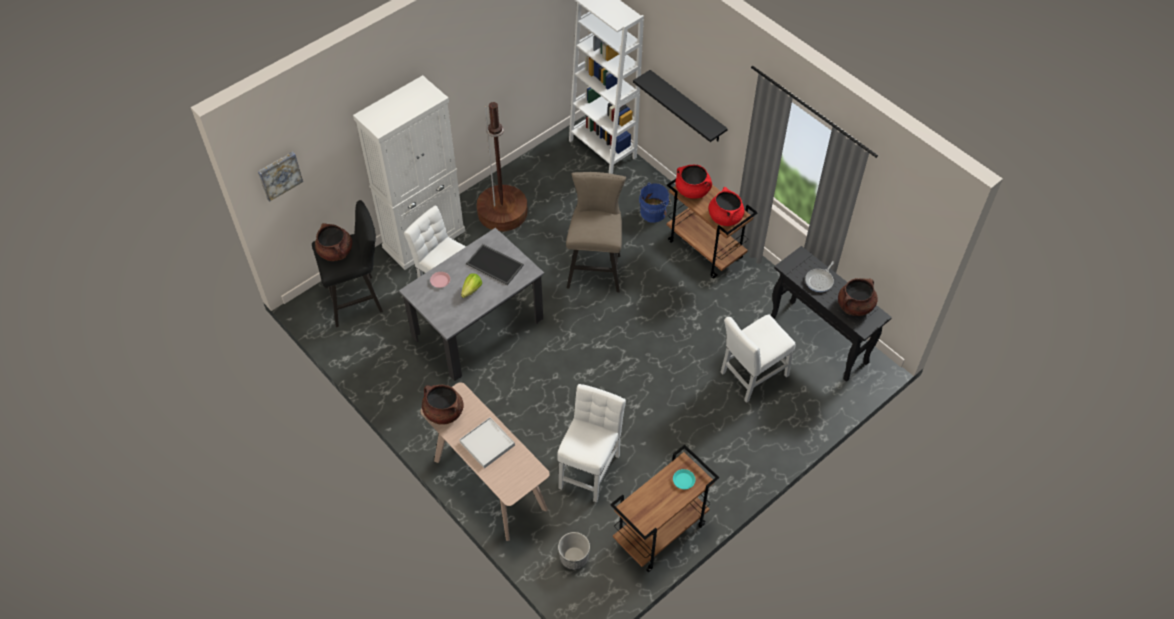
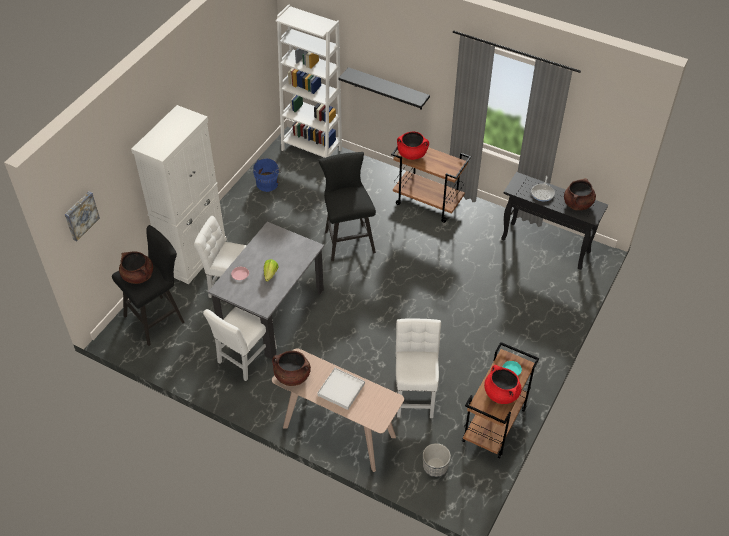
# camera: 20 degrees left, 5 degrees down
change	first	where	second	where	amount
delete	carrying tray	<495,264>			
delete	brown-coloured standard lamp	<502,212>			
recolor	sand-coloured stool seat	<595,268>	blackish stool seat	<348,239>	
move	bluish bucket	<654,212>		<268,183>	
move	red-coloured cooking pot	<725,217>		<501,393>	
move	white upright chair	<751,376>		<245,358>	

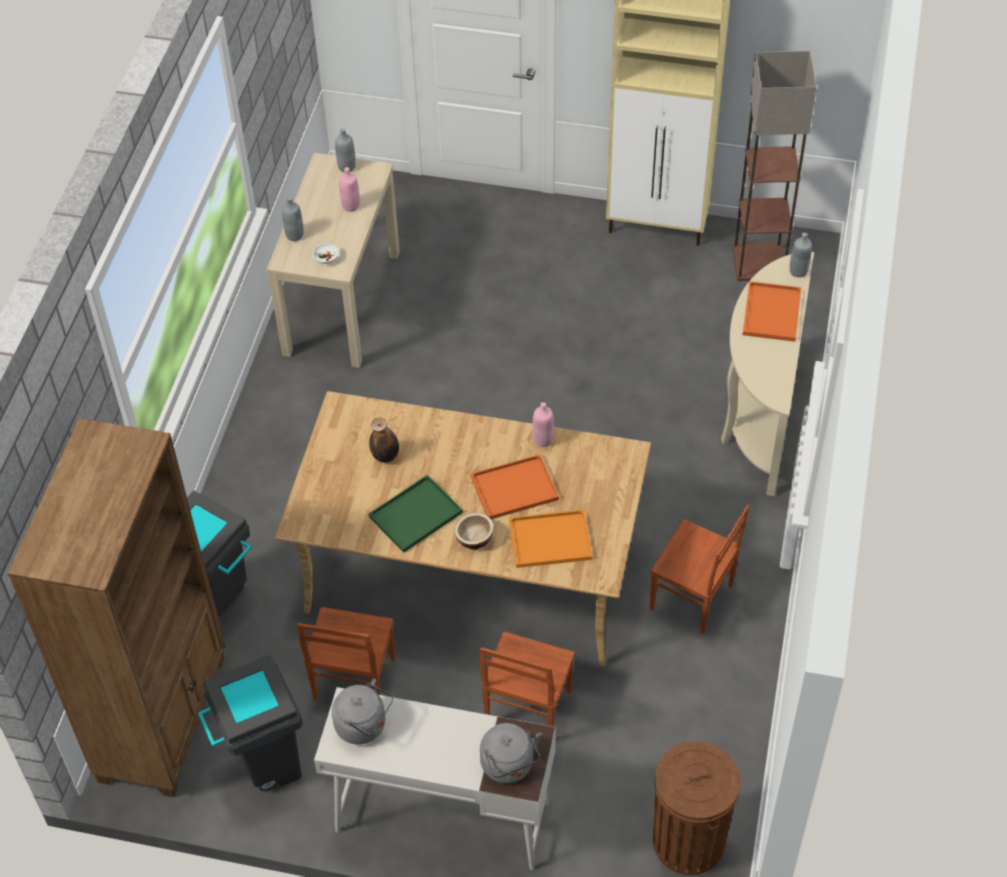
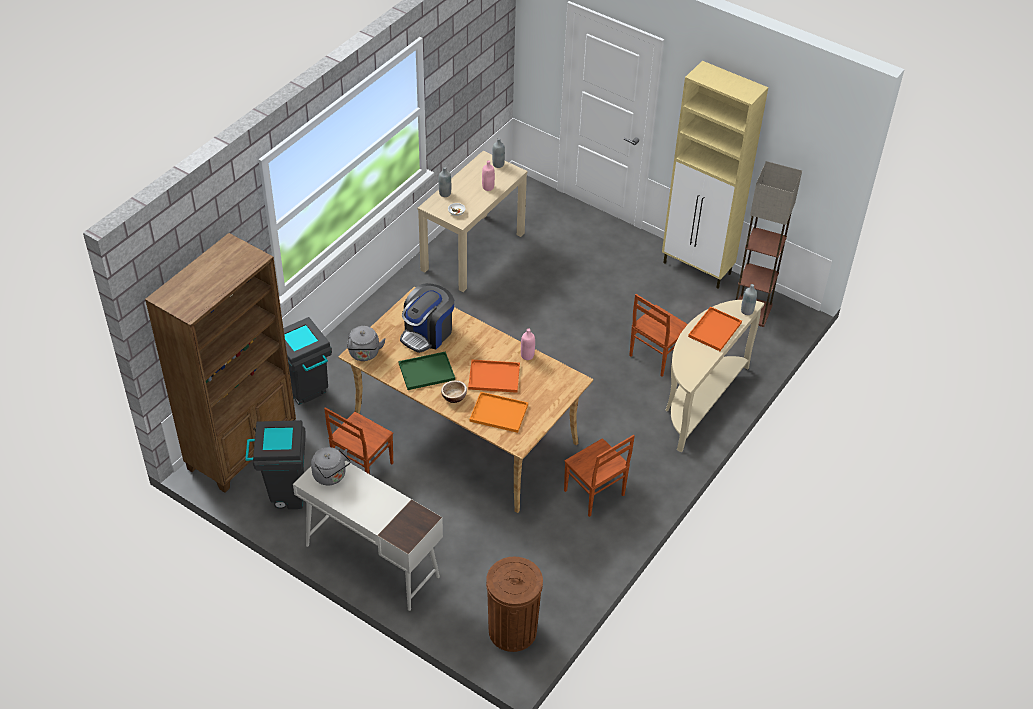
# camera: 20 degrees right, 5 degrees down
change	first	where	second	where	amount
replace	drink bottle	<385,456>	coffee machine	<427,333>	
move	brown-coloured upright chair	<526,707>		<655,356>	
move	grey tea kettle	<509,767>		<364,354>	

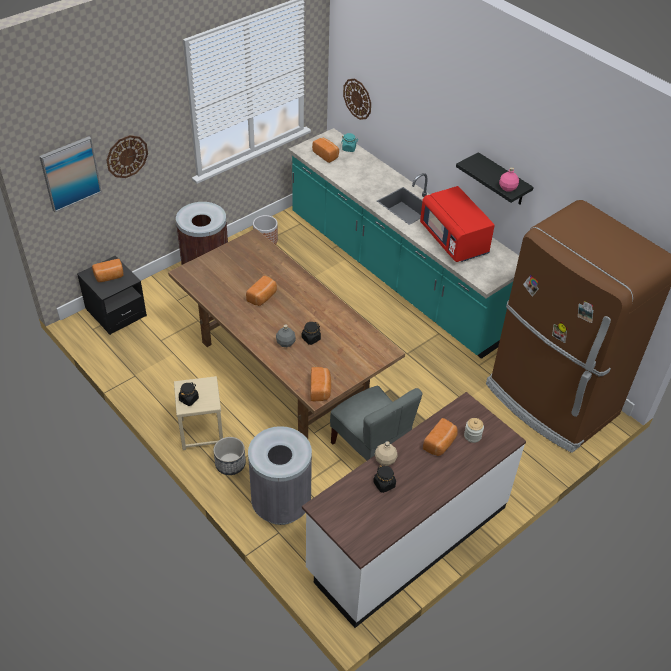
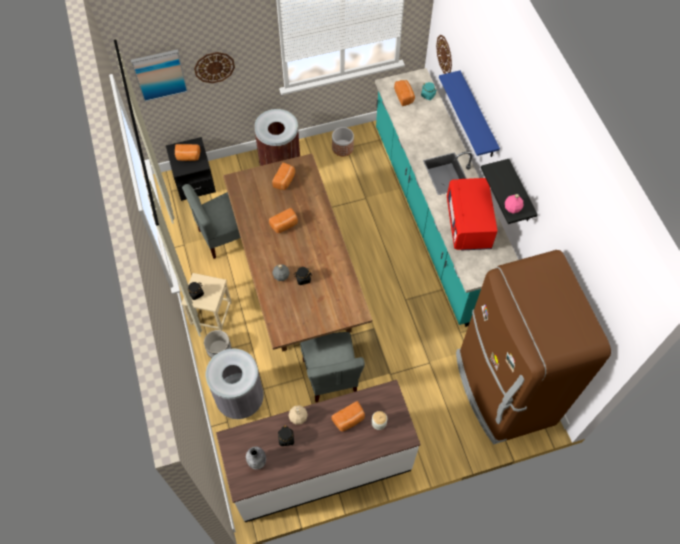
# camera: 25 degrees right, 15 degrees up
change	first	where	second	where	amount
move	baked bread	<320,389>		<285,181>	
insert			grey upright chair	<225,236>	
insert			grey drink bottle	<257,461>	
insert			bluish bracket shelf	<477,116>	

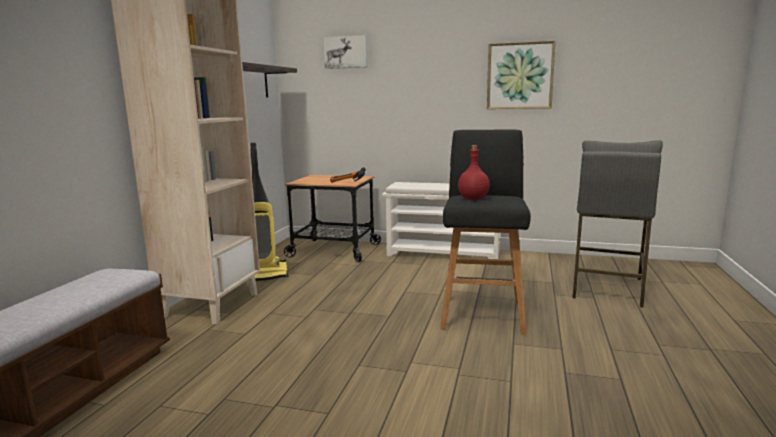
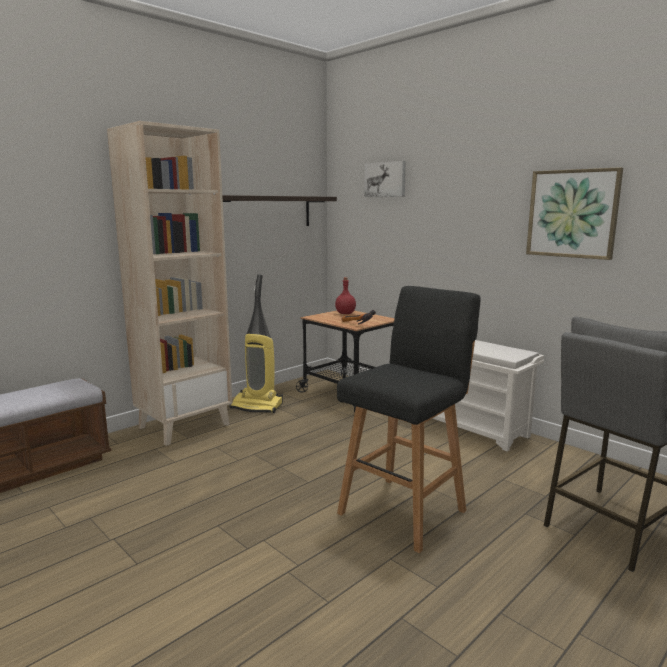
# camera: 30 degrees right, 0 degrees up
change	first	where	second	where	amount
move	red-coloured drink bottle	<472,199>		<345,313>	

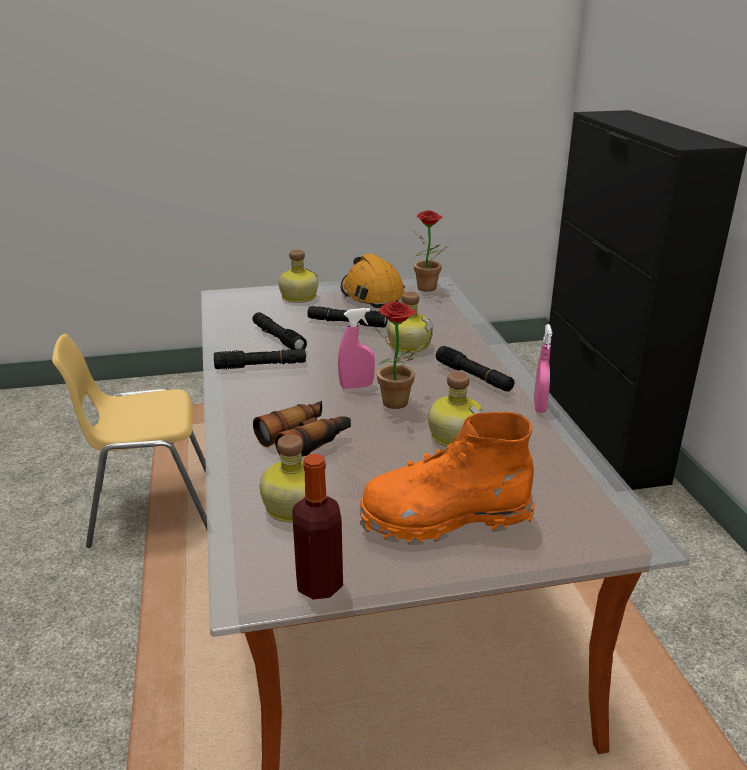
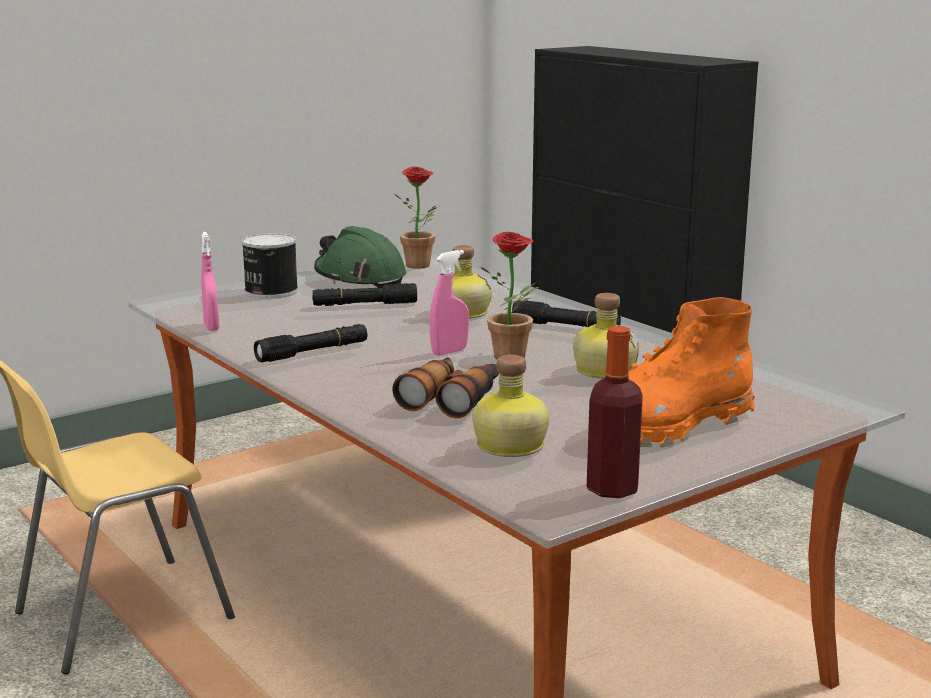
# camera: 25 degrees left, 10 degrees down
change	first	where	second	where	amount
delete	blackish torch	<278,338>			
replace	drink bottle	<297,297>	can	<270,291>	
recolor	orange-coloured hard hat	<372,294>	greenish hard hat	<359,278>	
move	pinkish sprayer	<539,406>		<211,327>	

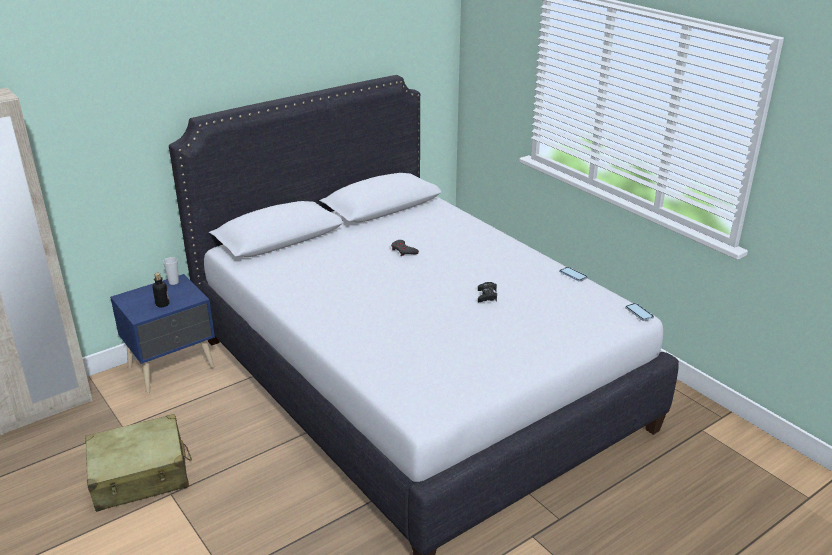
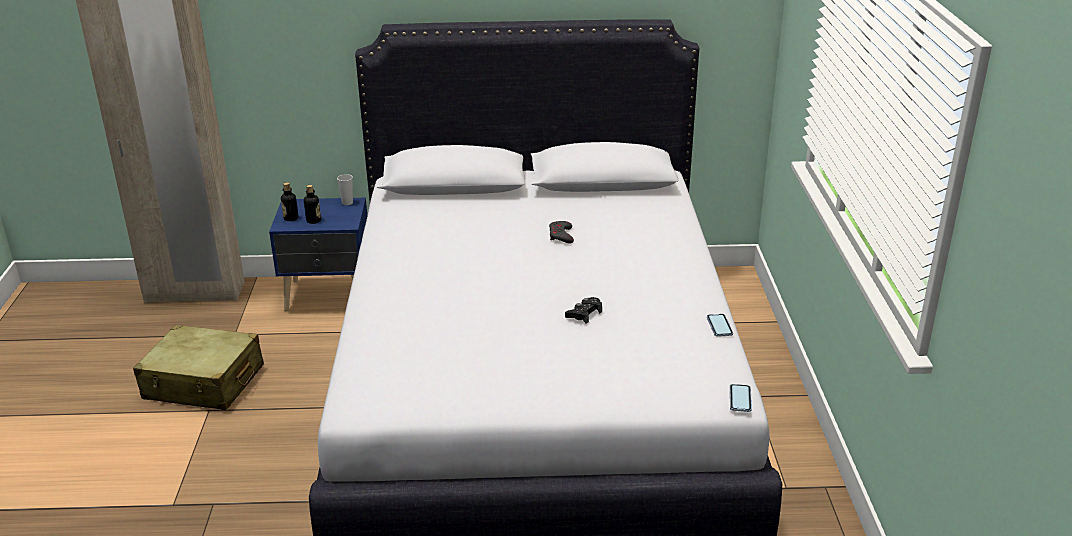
# camera: 35 degrees right, 0 degrees up
change	first	where	second	where	amount
insert			drink bottle	<291,218>	

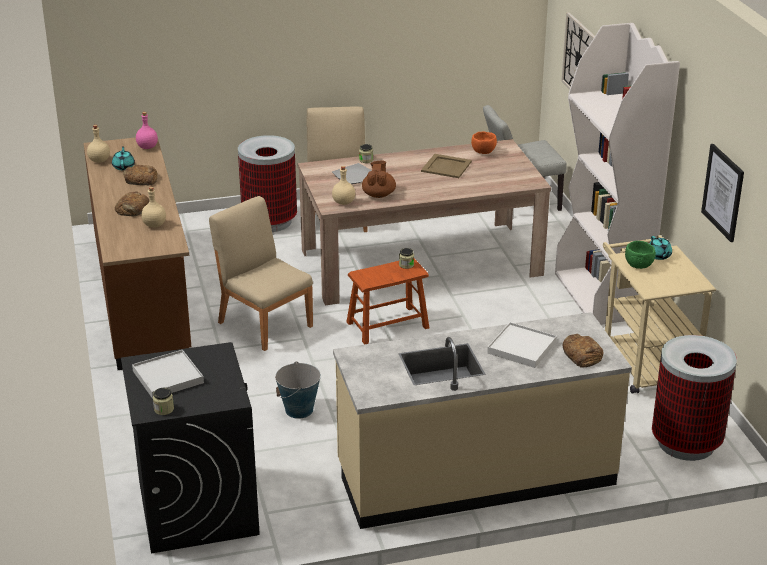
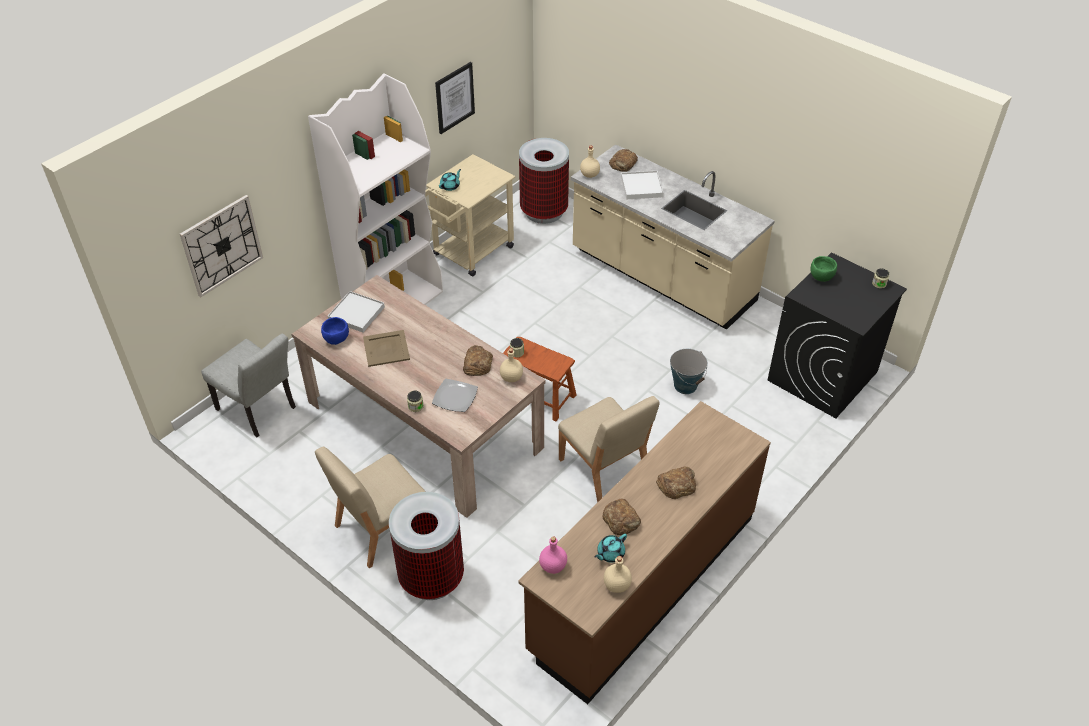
# camera: 125 degrees left, 15 degrees up
change	first	where	second	where	amount
move	white carrying tray	<167,377>		<356,314>	
move	sand-coloured drink bottle	<155,225>		<589,174>	
rotate	sand-coloured upright chair	<265,323>		<604,469>	45 degrees counterclockwise
replace	brown-coloured tea pot	<378,194>	baked bread	<477,364>	
recolor	orange-coloured bowl	<483,152>	bluish bowl	<337,339>	
move	greenish bowl	<638,265>		<821,277>	

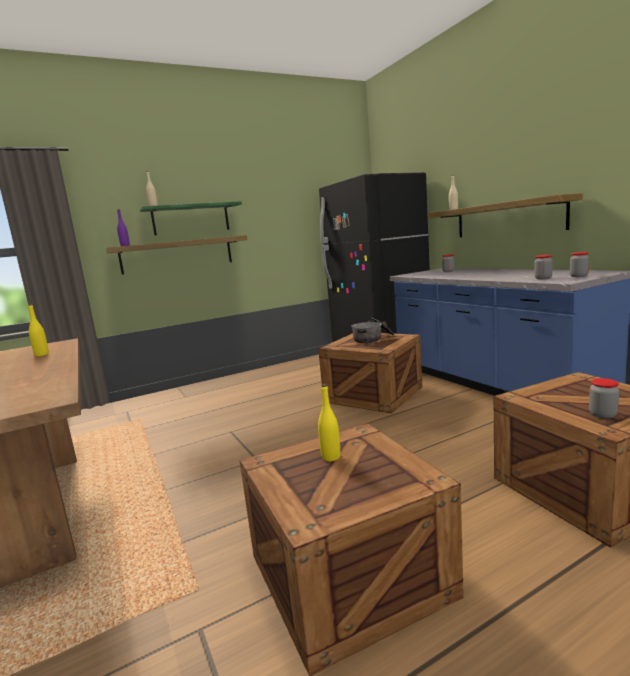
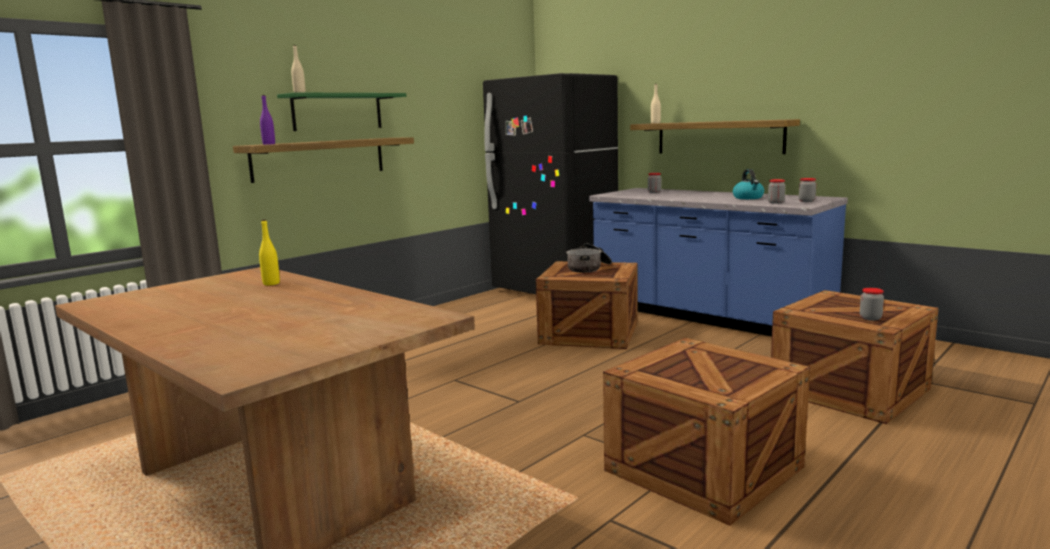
# camera: 20 degrees left, 0 degrees up
change	first	where	second	where	amount
delete	yellow-coloured drink bottle	<331,457>			
insert			tea kettle	<748,198>	

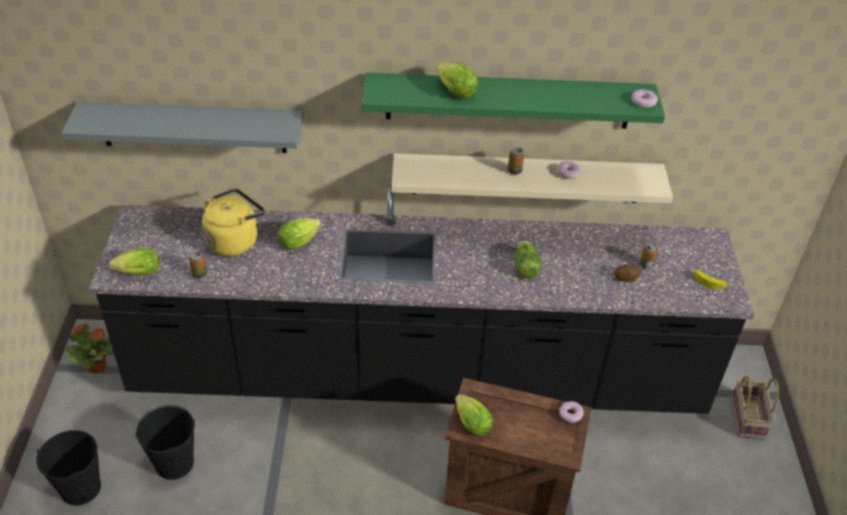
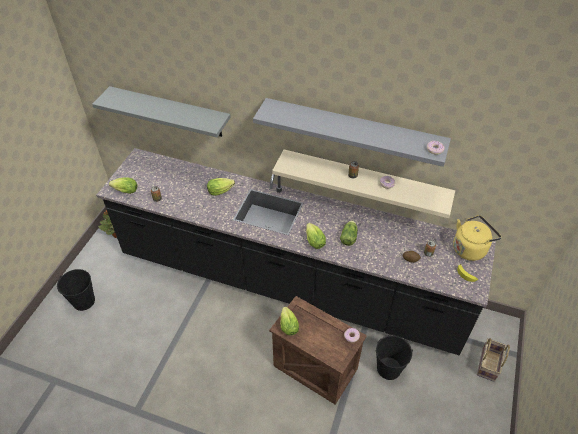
# camera: 20 degrees right, 5 degrees up
change	first	where	second	where	amount
move	blackish bucket	<174,463>		<389,369>	
move	yellow-coloured tea kettle	<234,240>		<470,248>	
recolor	greenish bracket shelf	<508,100>	grey bracket shelf	<353,131>	
move	lettuce head	<454,91>		<314,240>	

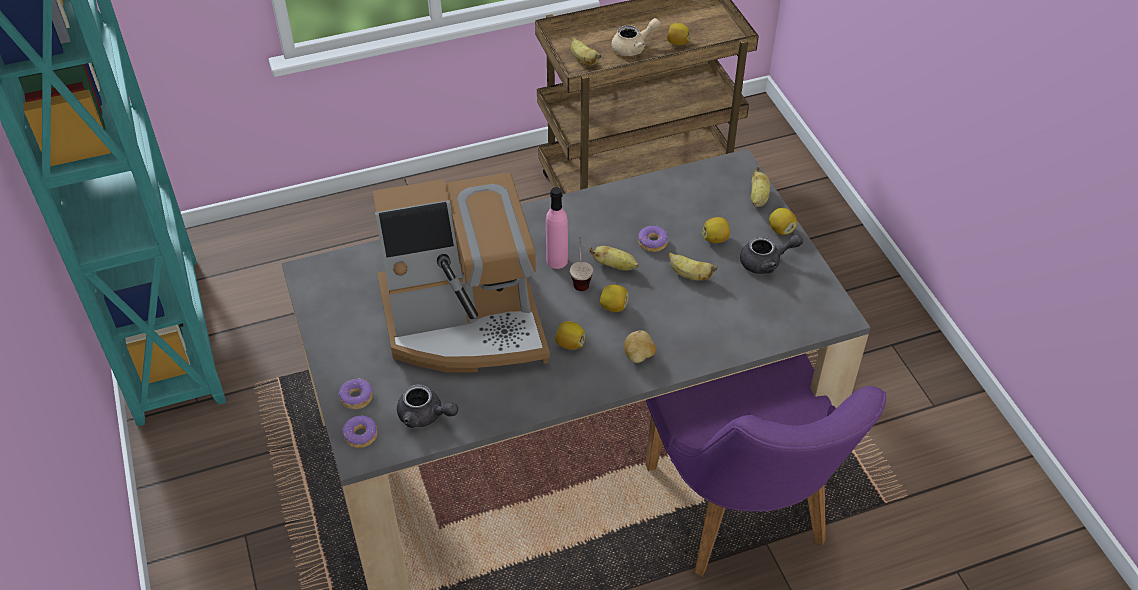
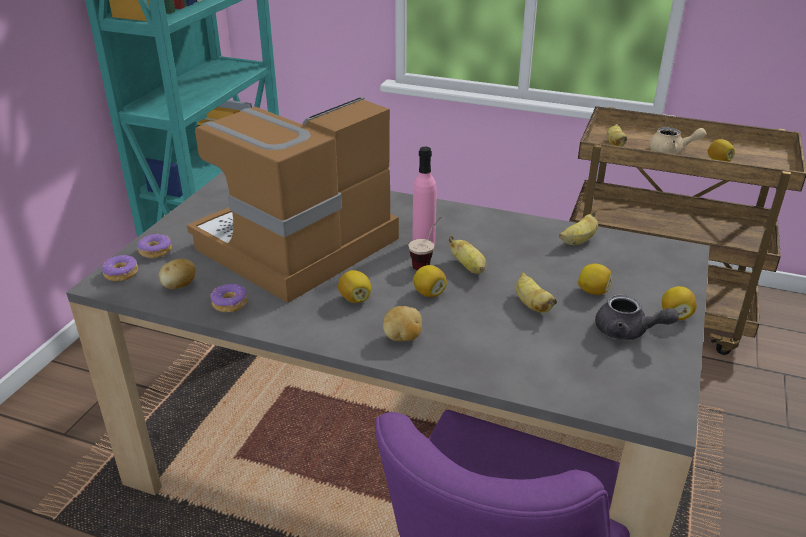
# camera: 40 degrees right, 15 degrees down
change	first	where	second	where	amount
rotate	coffee machine	<465,322>		<296,246>	105 degrees clockwise
replace	grey tea pot	<425,416>	potato	<179,286>	
move	ring doughnut	<653,243>		<230,304>	
move	banana fruit	<758,198>		<578,241>	

